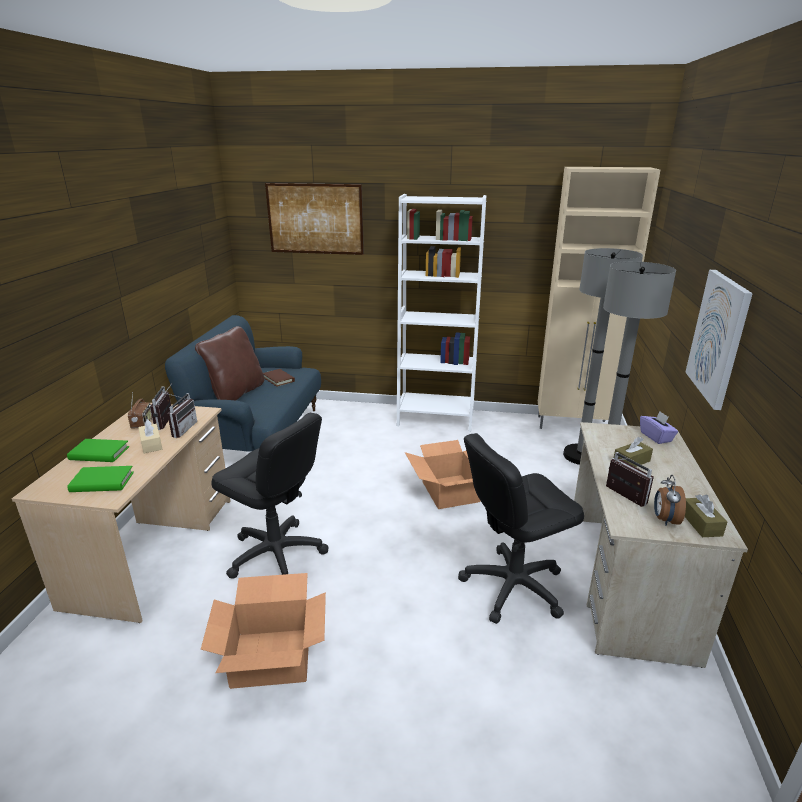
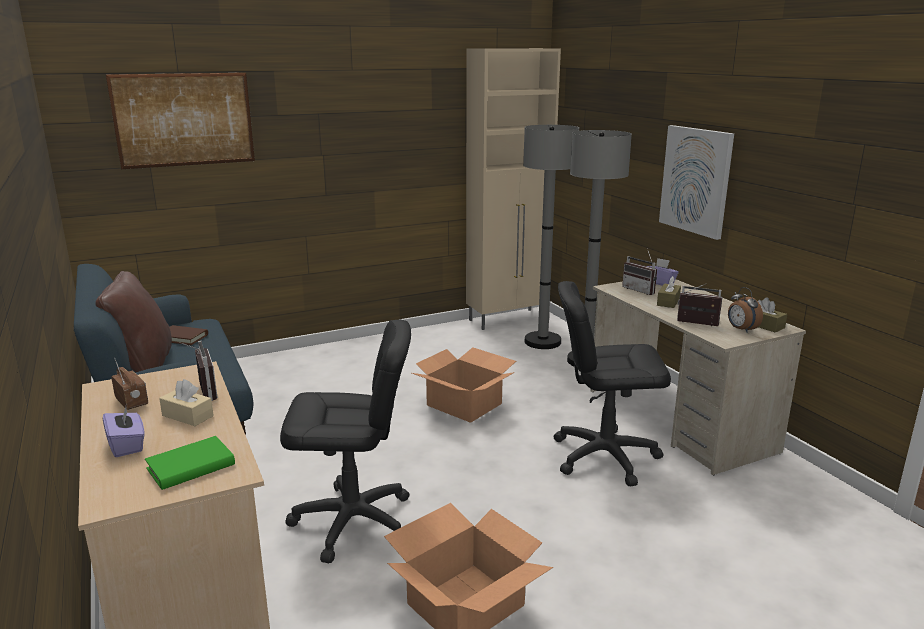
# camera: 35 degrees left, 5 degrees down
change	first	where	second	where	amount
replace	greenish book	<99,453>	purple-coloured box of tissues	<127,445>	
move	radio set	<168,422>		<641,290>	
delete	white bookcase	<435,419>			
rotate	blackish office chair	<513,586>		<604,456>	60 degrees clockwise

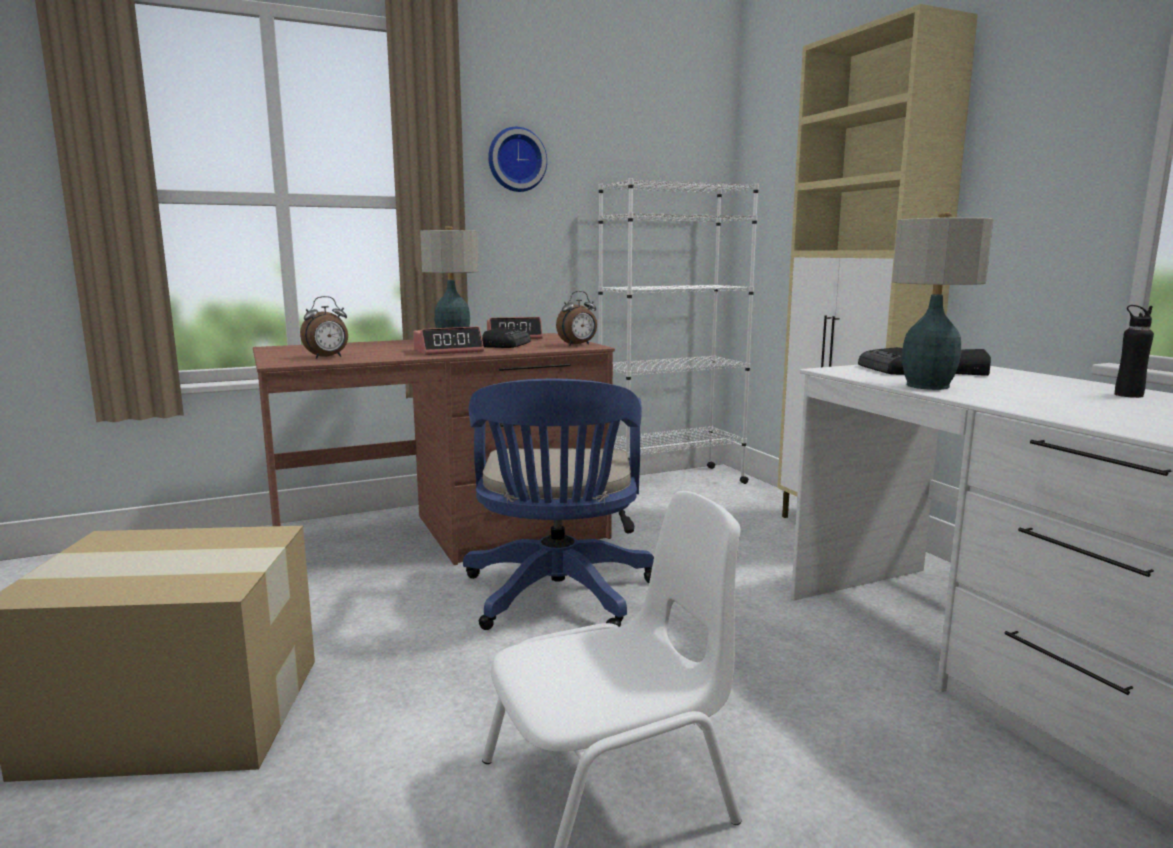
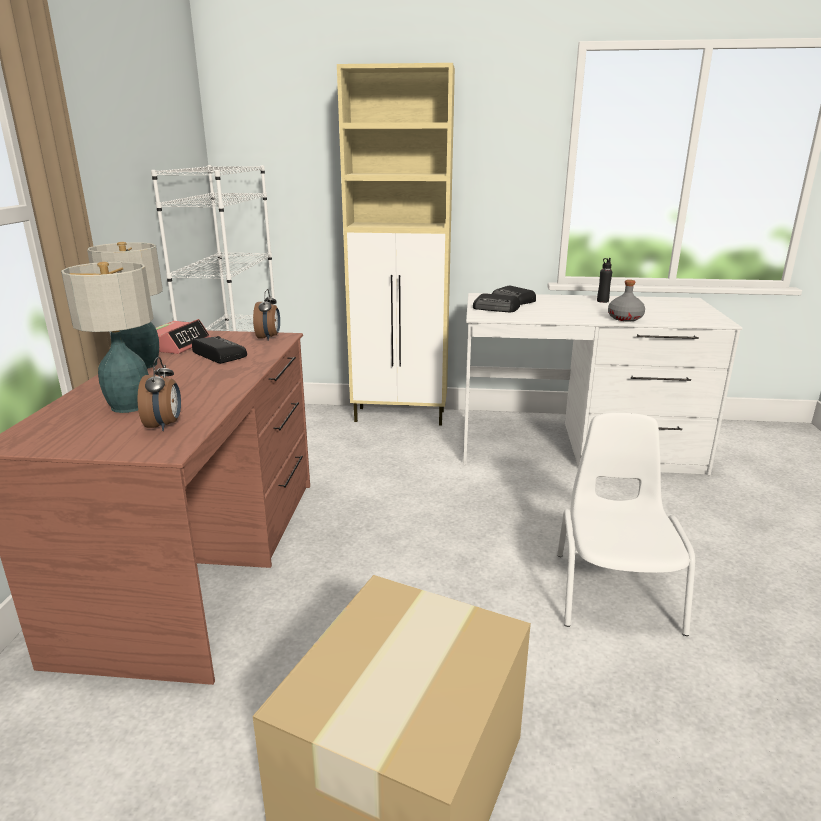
# camera: 60 degrees left, 10 degrees up
change	first	where	second	where	amount
delete	bedside clock	<449,351>			
delete	bluish office chair	<558,598>			
delete	clock on the wall	<516,160>			
move	lamp for a table	<928,386>		<129,406>	
insert			grey drink bottle	<625,318>	

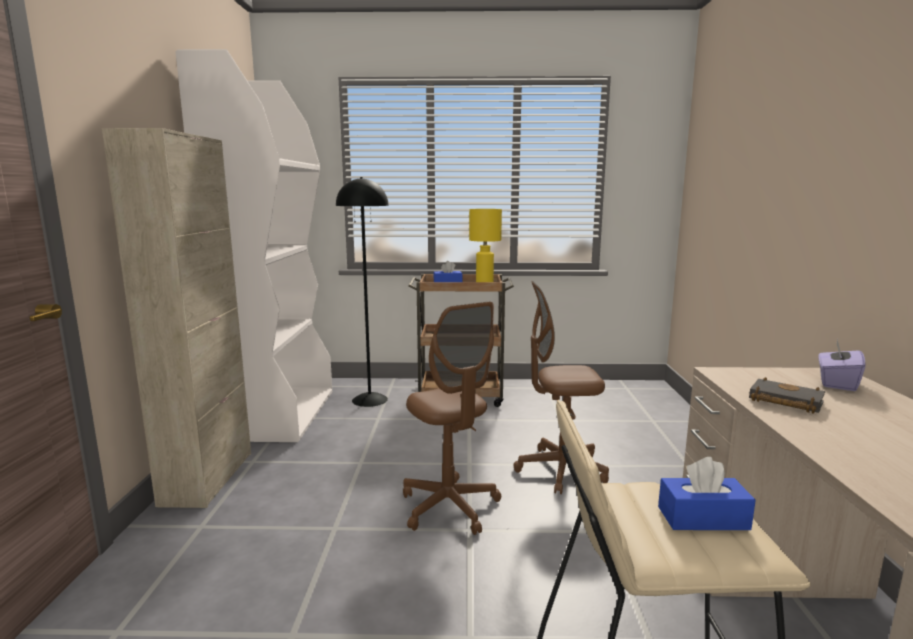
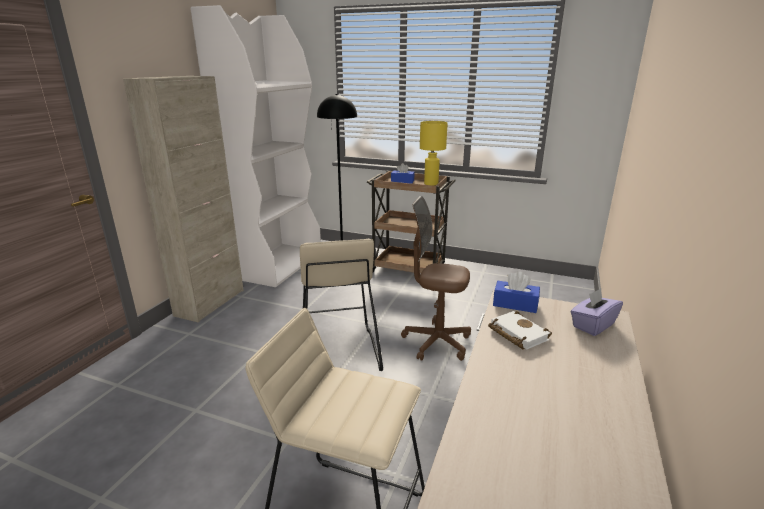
# camera: 20 degrees right, 10 degrees up
change	first	where	second	where	amount
replace	brown-coloured office chair	<449,507>	sand-coloured stool seat	<338,353>	
move	bluish box of tissues	<703,518>		<515,304>	
recolor	blackish book	<783,401>	white book	<516,334>	

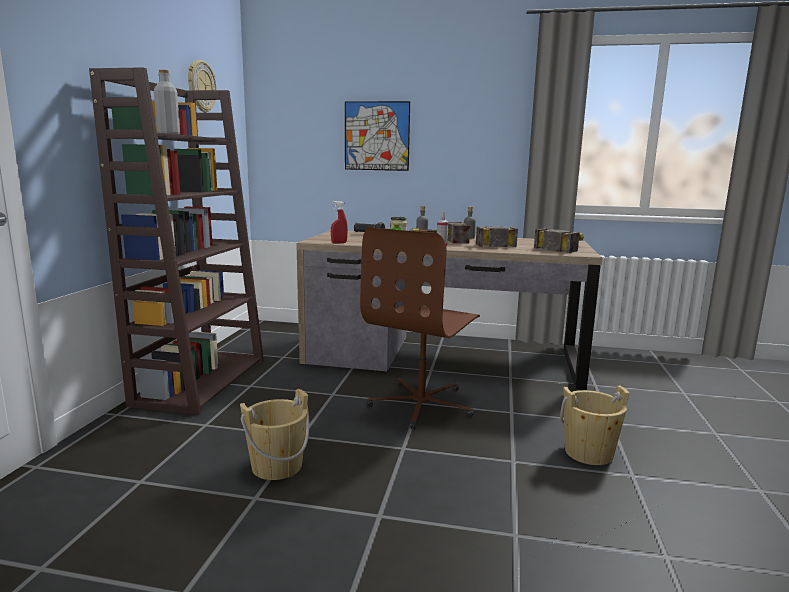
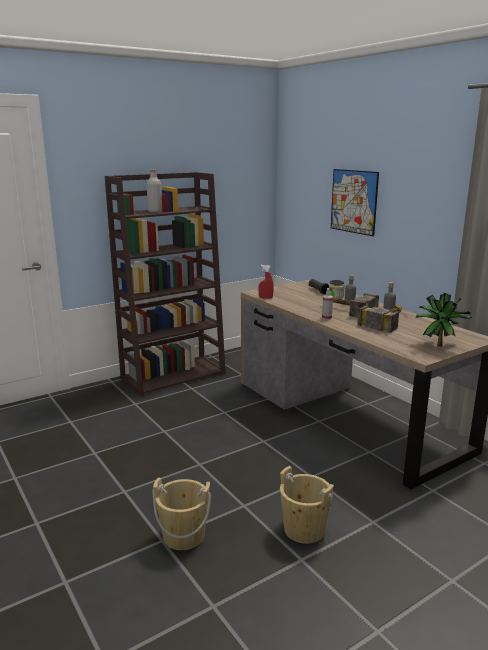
# camera: 45 degrees right, 5 degrees up
change	first	where	second	where	amount
delete	clock on the wall	<201,86>			
move	sand-coloured bucket	<277,466>		<183,536>	
delete	brown-coloured office chair	<422,404>			
replace	hammer	<566,247>	houseplant	<438,345>	

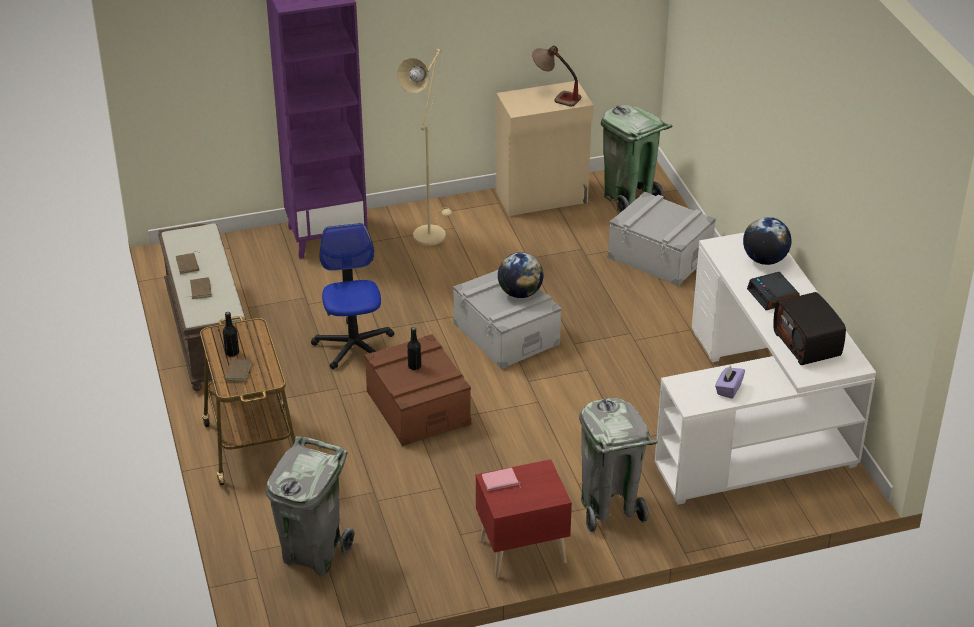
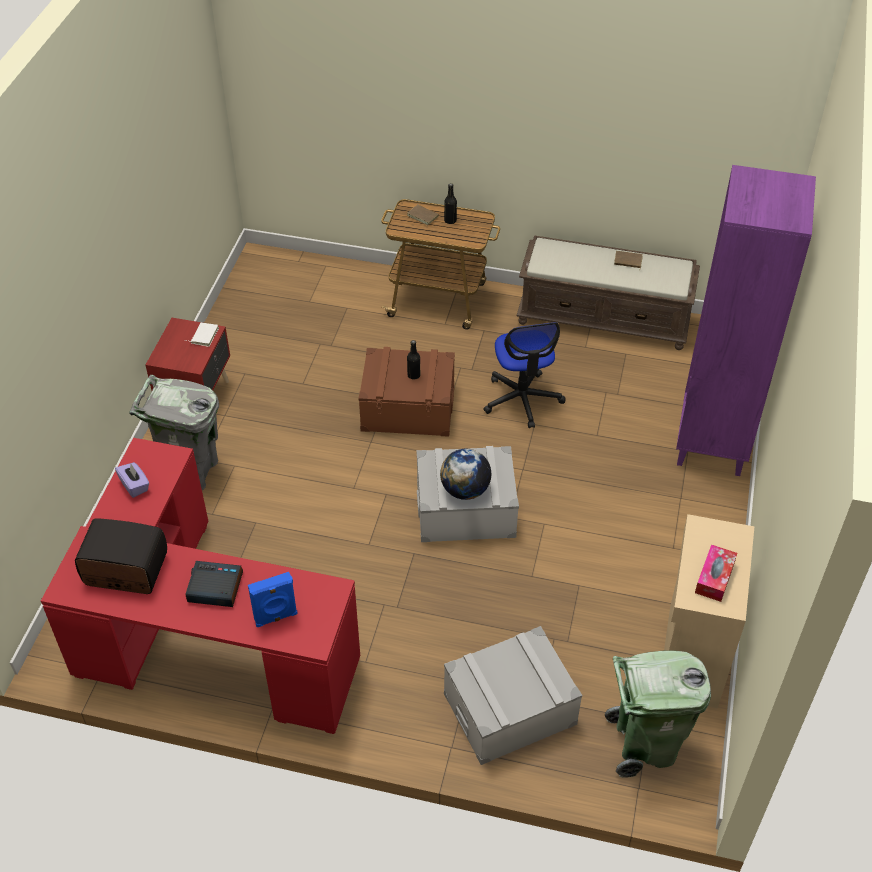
# camera: 120 degrees right, 10 degrees up
change	first	where	second	where	amount
delete	brown-coloured book	<199,290>			
delete	grey rubbish bin	<313,553>			
rotate	office chair	<353,346>		<522,399>	60 degrees clockwise
delete	sand-coloured standard lamp	<430,231>			
recolor	pinkish book	<500,482>	white book	<204,335>	
replace	lamp for a table	<555,96>	box of tissues	<714,578>	
recolor	white desk	<758,417>	red-coloured desk	<200,640>	
replace	desk globe	<764,260>	bluish speaker	<276,617>	

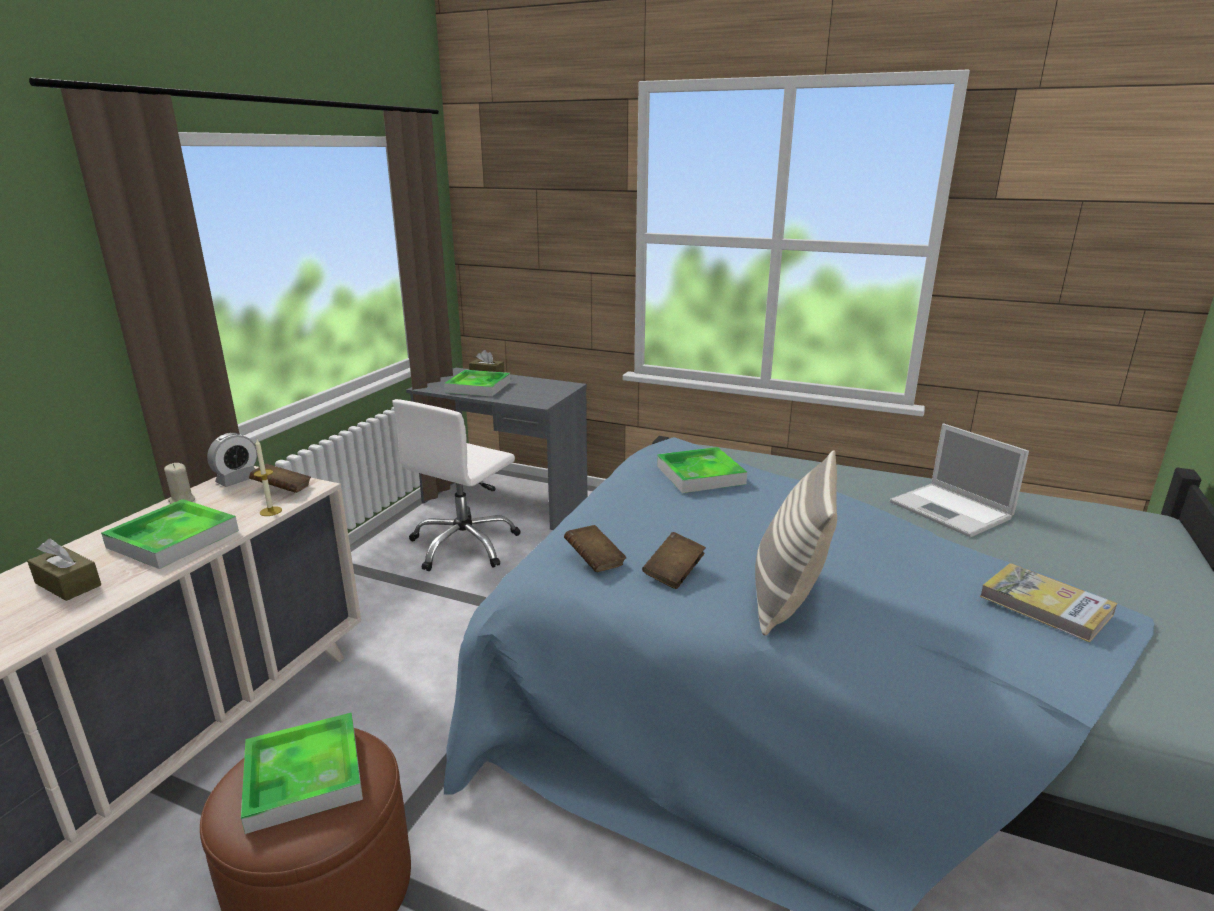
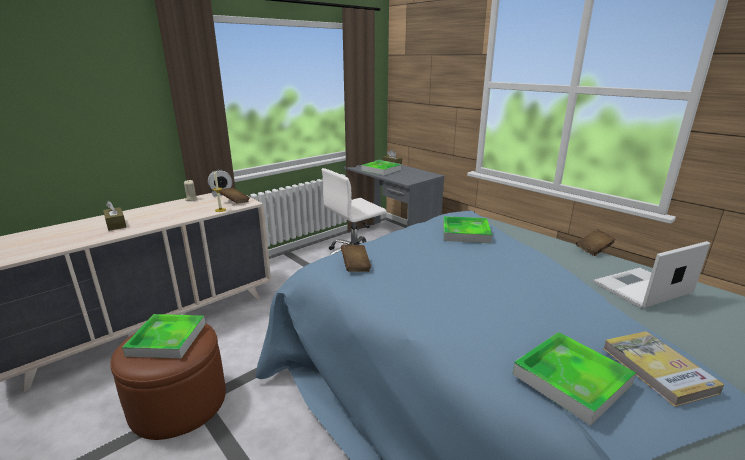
# camera: 25 degrees right, 0 degrees up
change	first	where	second	where	amount
move	carrying tray	<173,539>		<571,379>	
move	brown-coloured book	<673,573>		<594,249>	
delete	cushion	<787,599>			
rotate	laptop	<952,511>		<640,289>	75 degrees clockwise

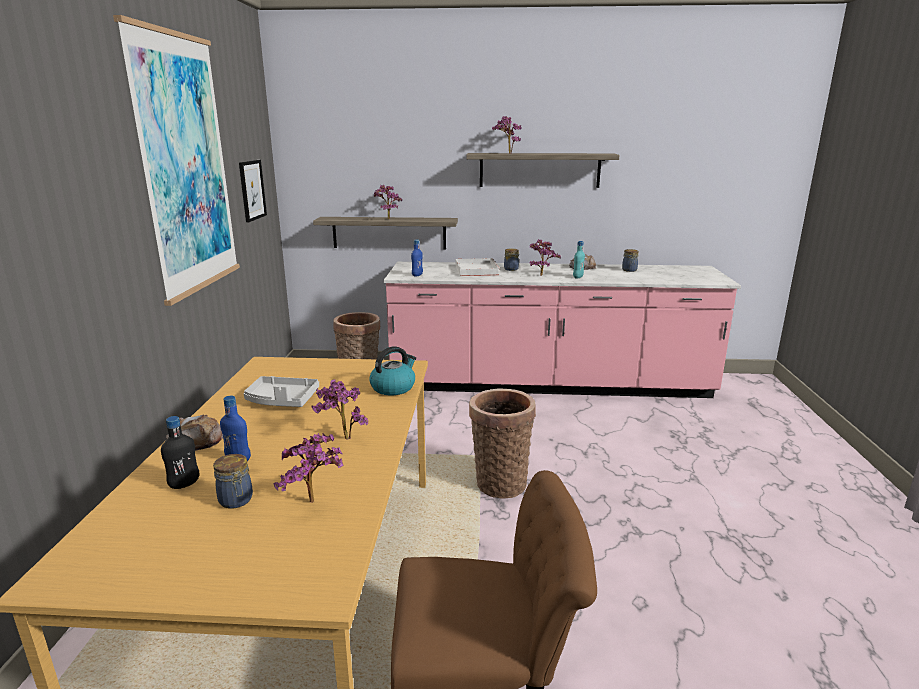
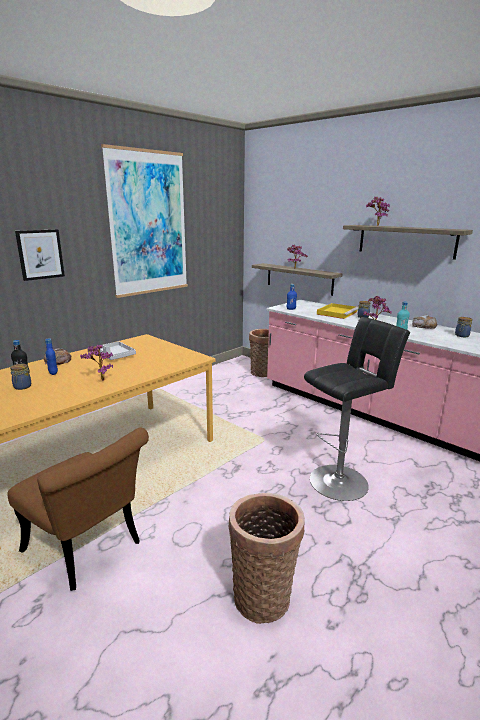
# camera: 40 degrees right, 0 degrees up
change	first	where	second	where	amount
move	wall art	<252,190>		<40,254>	
delete	houseplant	<315,504>			
delete	tea kettle	<393,387>			
recolor	white carrying tray	<476,269>	yellow-coloured carrying tray	<337,312>	
move	storage basket	<500,481>		<263,594>	
insert			blackish stool seat	<342,480>	

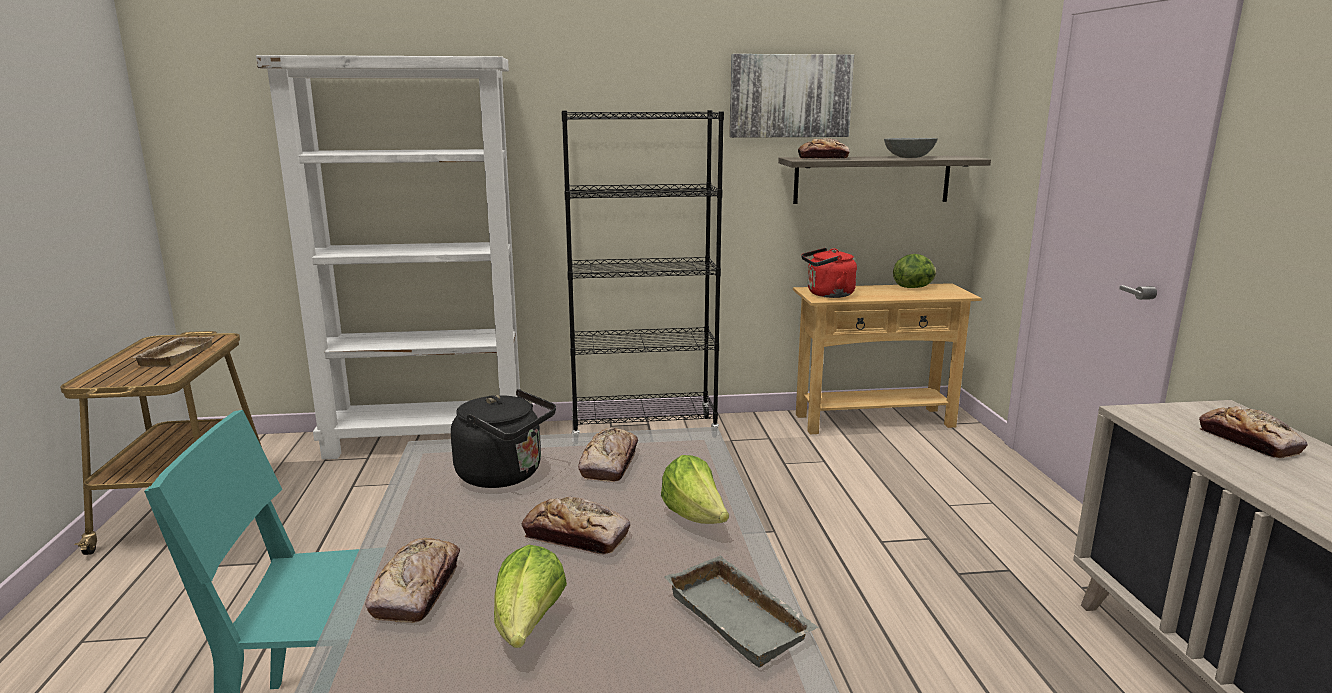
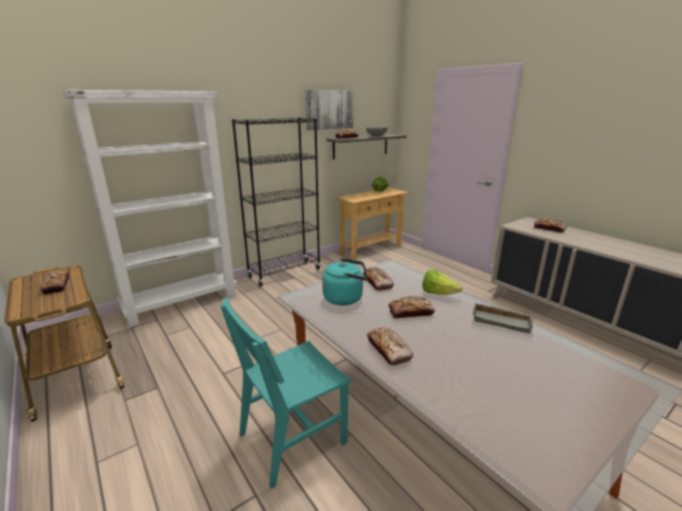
# camera: 30 degrees left, 5 degrees up
change	first	where	second	where	amount
replace	sand-coloured carrying tray	<174,356>	baked bread	<56,285>	
recolor	blackish tea kettle	<505,475>	turquoise tea kettle	<345,298>	
delete	lettuce head	<528,627>			
delete	red-coloured tea kettle	<827,294>			

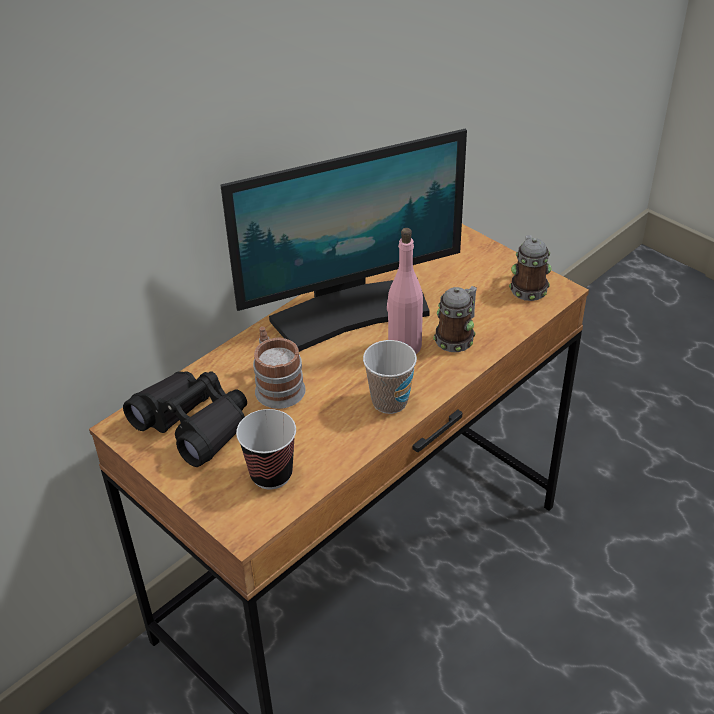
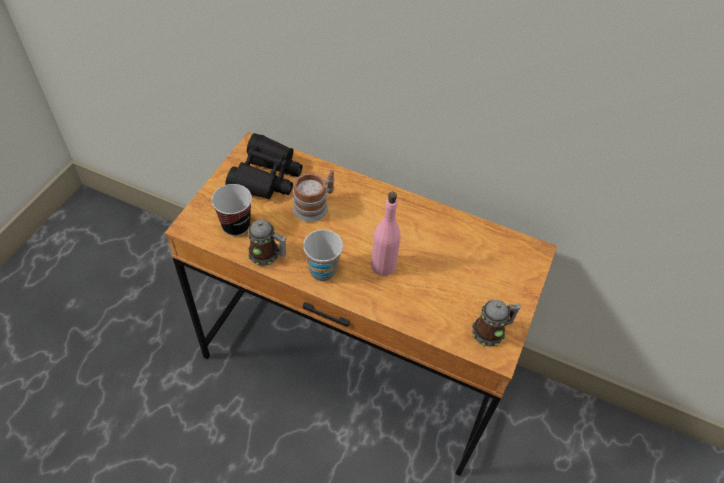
# camera: 65 degrees right, 10 degrees up
change	first	where	second	where	amount
delete	computer display	<351,312>			
move	tea mug	<457,337>		<268,255>	

